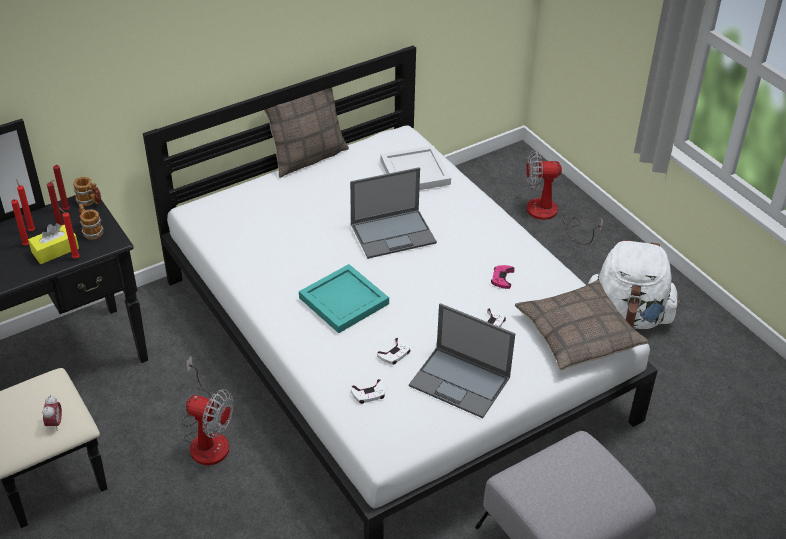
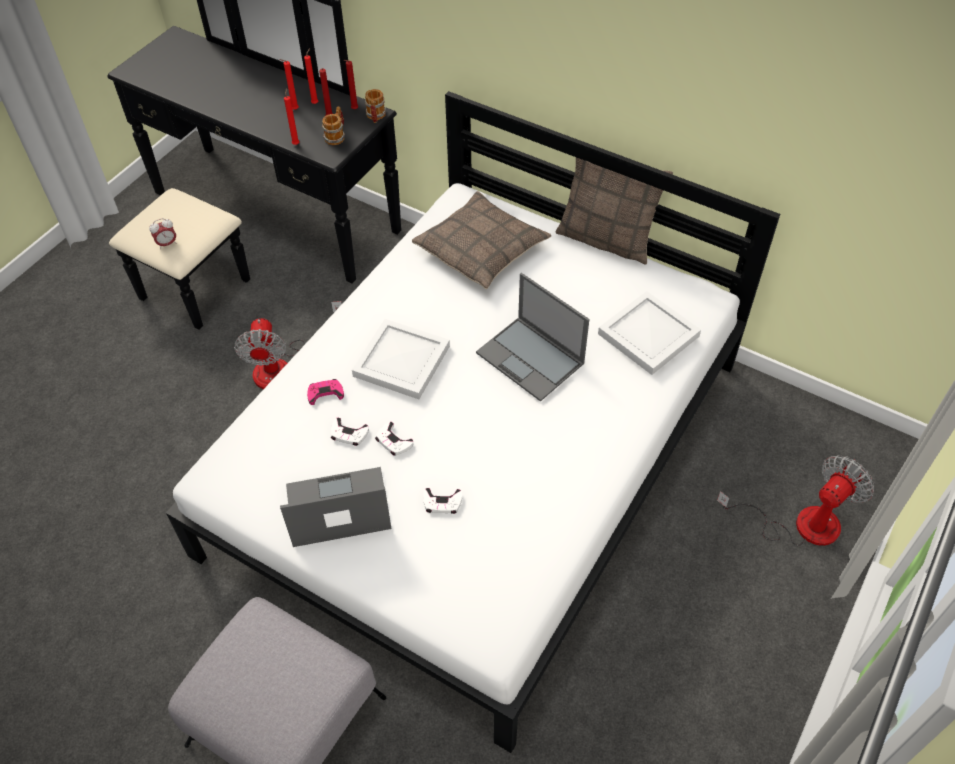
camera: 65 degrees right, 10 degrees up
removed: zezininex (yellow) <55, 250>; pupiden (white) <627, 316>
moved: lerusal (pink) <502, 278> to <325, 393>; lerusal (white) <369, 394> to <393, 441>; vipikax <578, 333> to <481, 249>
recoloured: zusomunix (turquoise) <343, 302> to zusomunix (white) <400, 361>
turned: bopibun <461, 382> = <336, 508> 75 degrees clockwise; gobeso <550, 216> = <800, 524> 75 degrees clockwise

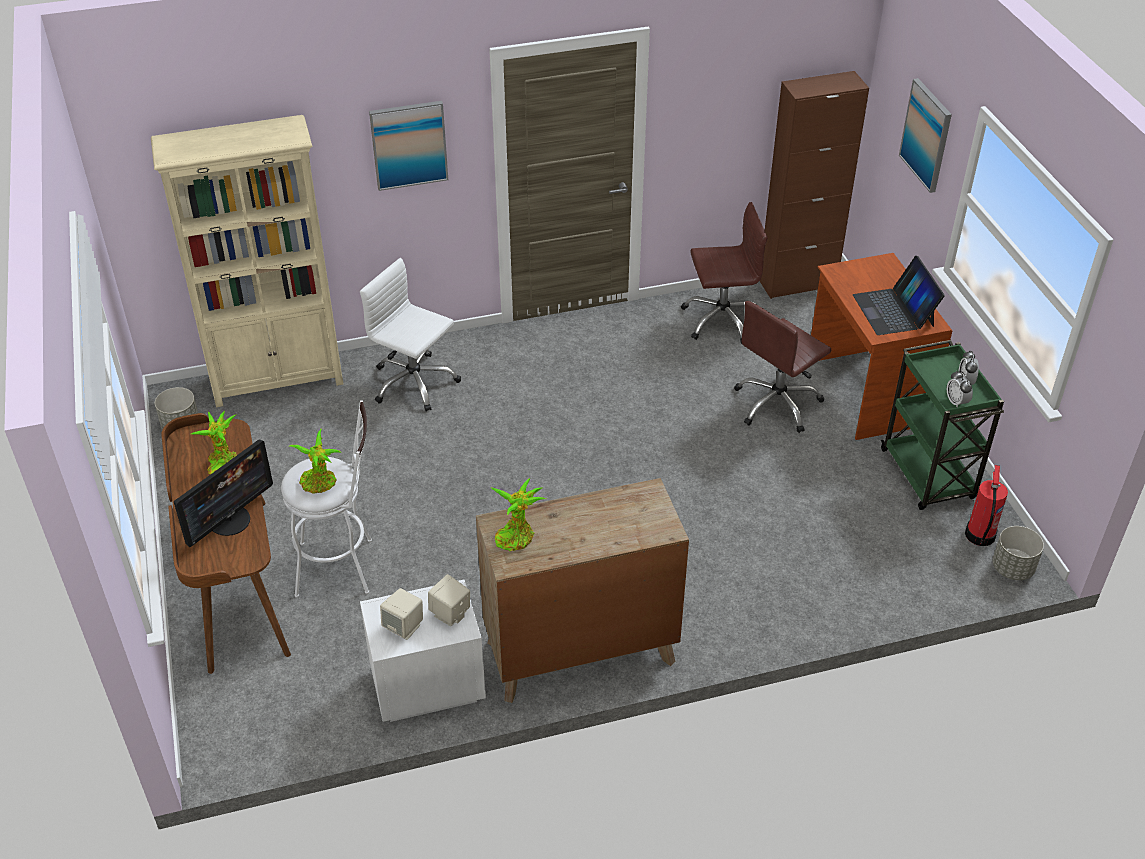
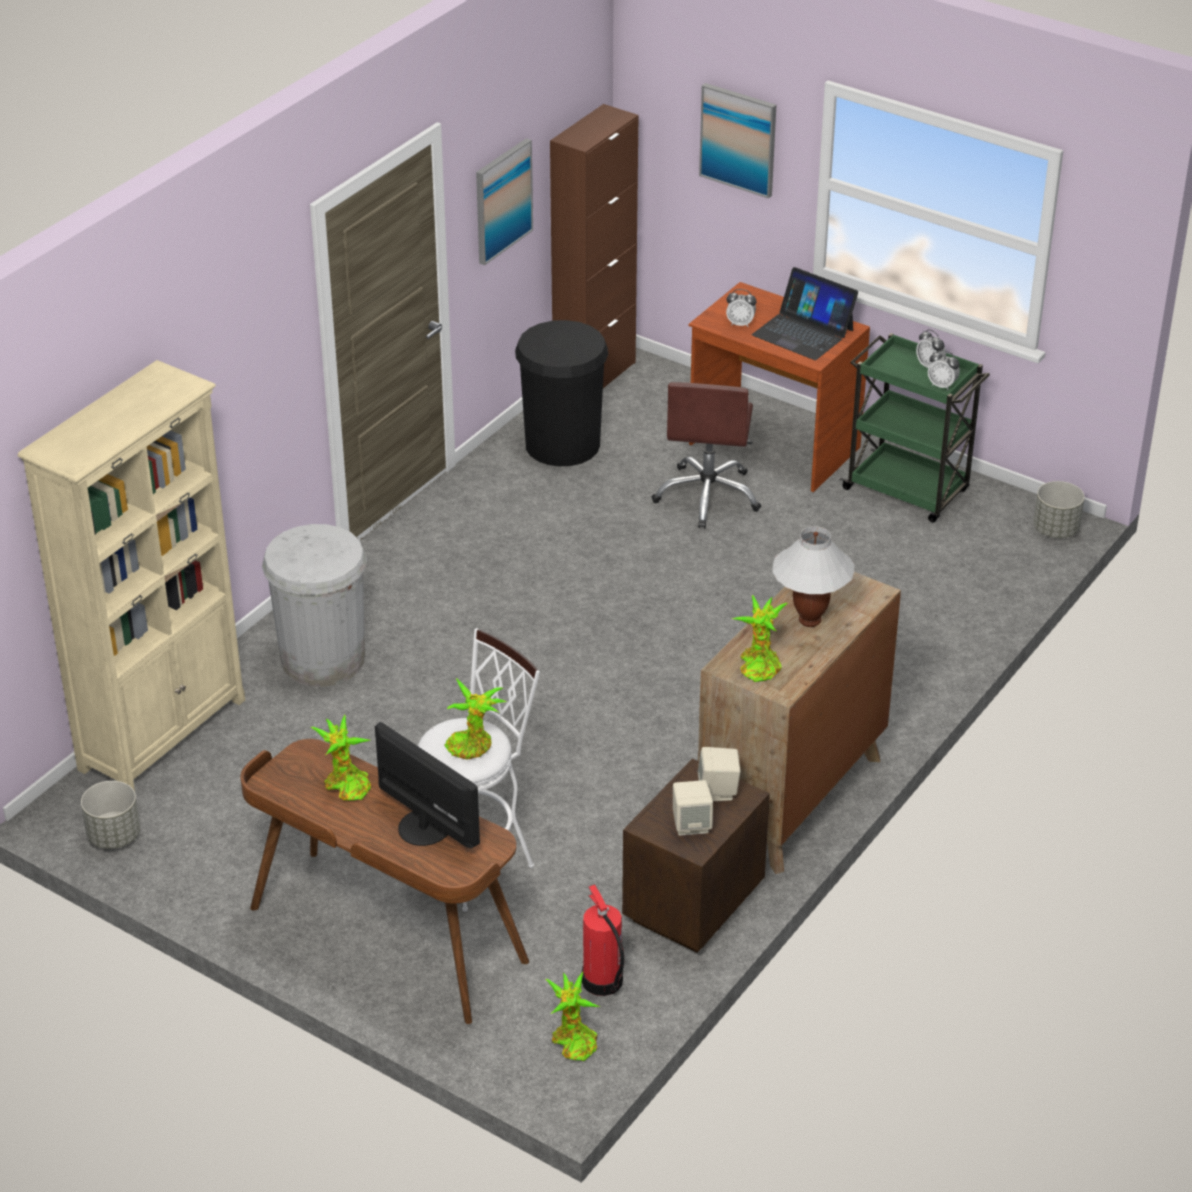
camera: 40 degrees left, 5 degrees down
added: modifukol <572, 1042>; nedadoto <740, 323>; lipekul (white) <810, 620>
moved: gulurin <409, 144> to <502, 200>; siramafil <979, 535> to <602, 982>
replaced: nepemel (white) <414, 383> to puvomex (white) <323, 659>; nepemel (brown) <722, 319> to puvomex (black) <562, 444>
recoloured: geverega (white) <425, 686> to geverega (brown) <690, 905>
turned: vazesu <230, 520> = <425, 826> 45 degrees counterclockwise

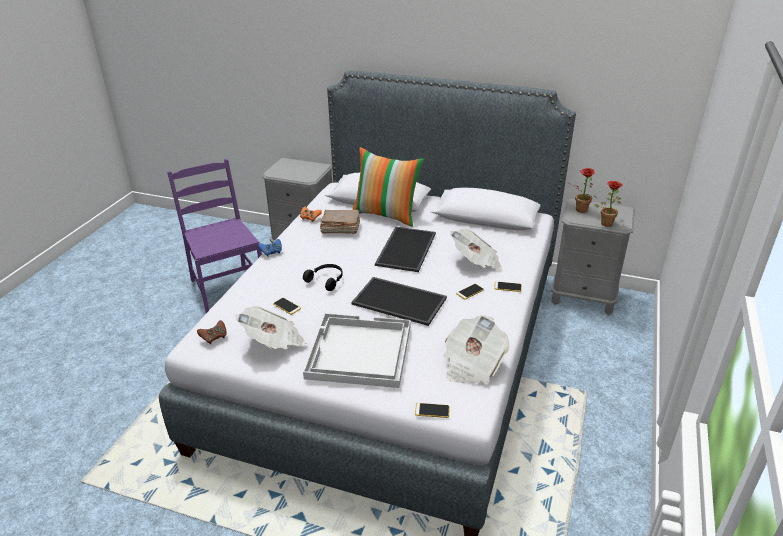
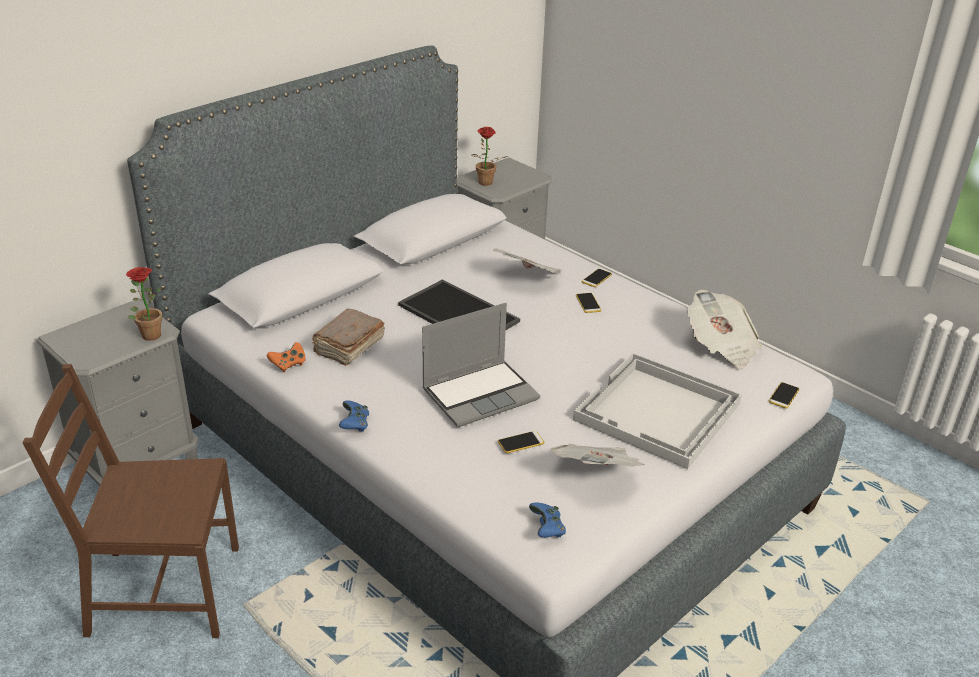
camera: 65 degrees left, 0 degrees up
removed: vipikax <386, 215>; zusomunix <400, 300>
moved: modifukol <606, 222> to <148, 334>
replaced: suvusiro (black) <326, 280> to bopibun <481, 393>
recoloured: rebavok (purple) <227, 288> to rebavok (brown) <162, 592>; lerusal (brown) <214, 337> to lerusal (blue) <547, 529>

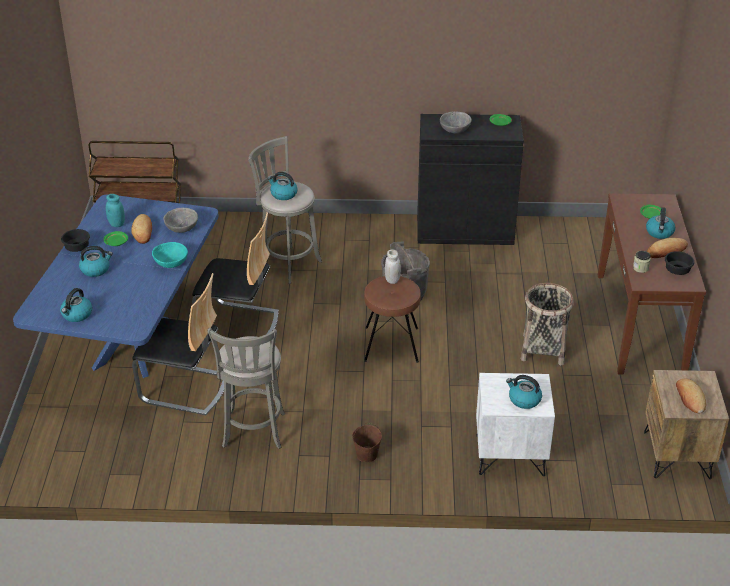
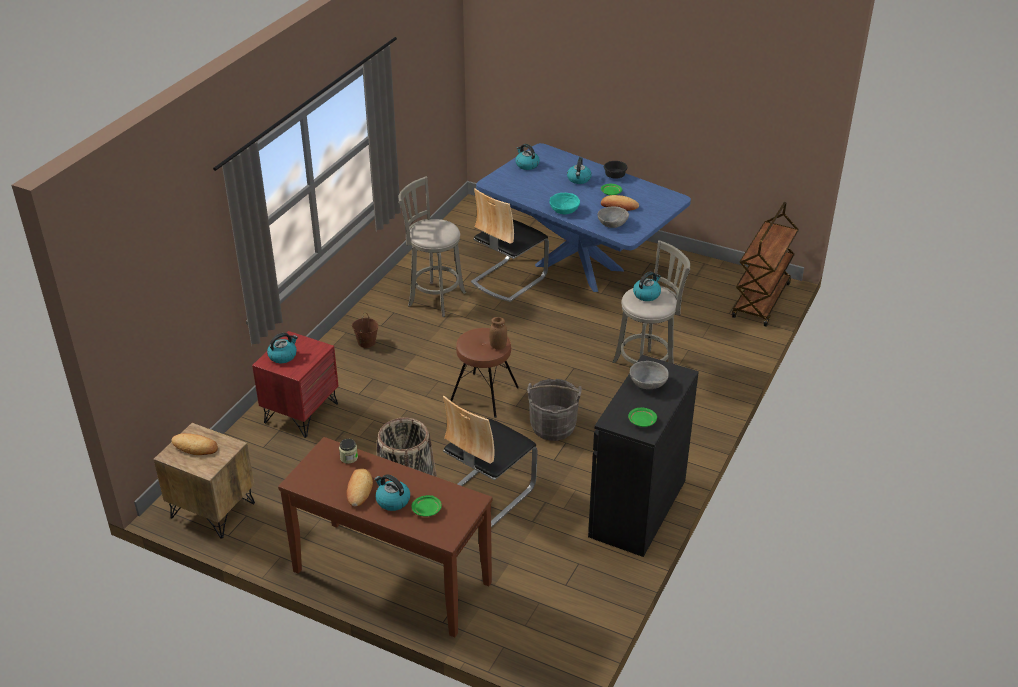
camera: 115 degrees right, 0 degrees up
removed: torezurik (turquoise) <117, 224>; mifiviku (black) <678, 271>
moved: rebavok <238, 324> to <487, 493>
recoloured: geverega (white) <510, 456> to geverega (red) <301, 413>; torezurik (white) <392, 280> to torezurik (brown) <498, 346>

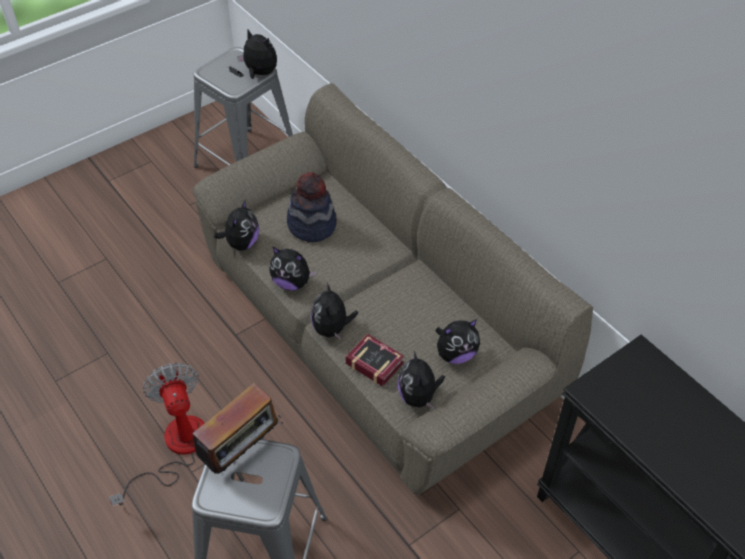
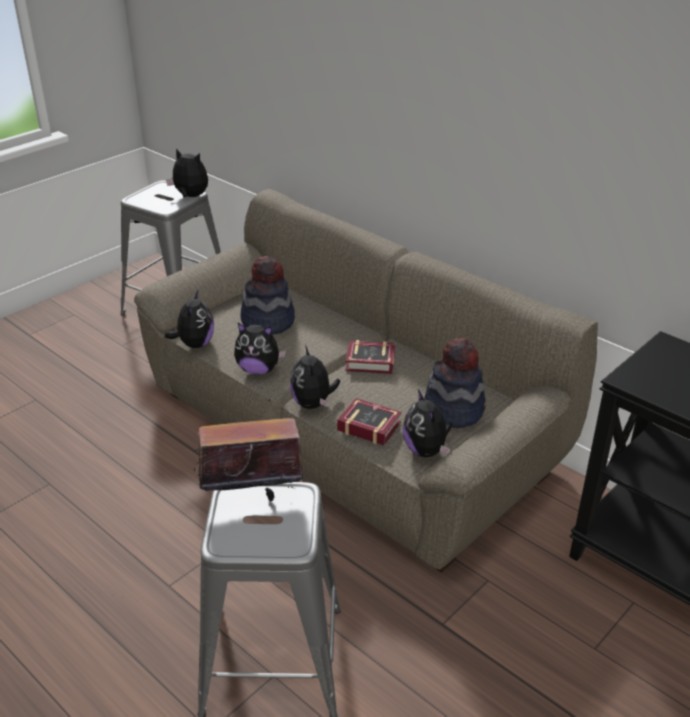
camera: 10 degrees left, 15 degrees down
removed: gobeso <175, 448>
added: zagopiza <372, 363>
replaced: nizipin <455, 354> to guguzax <454, 409>
turned: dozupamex <242, 451> = <251, 495> 135 degrees counterclockwise

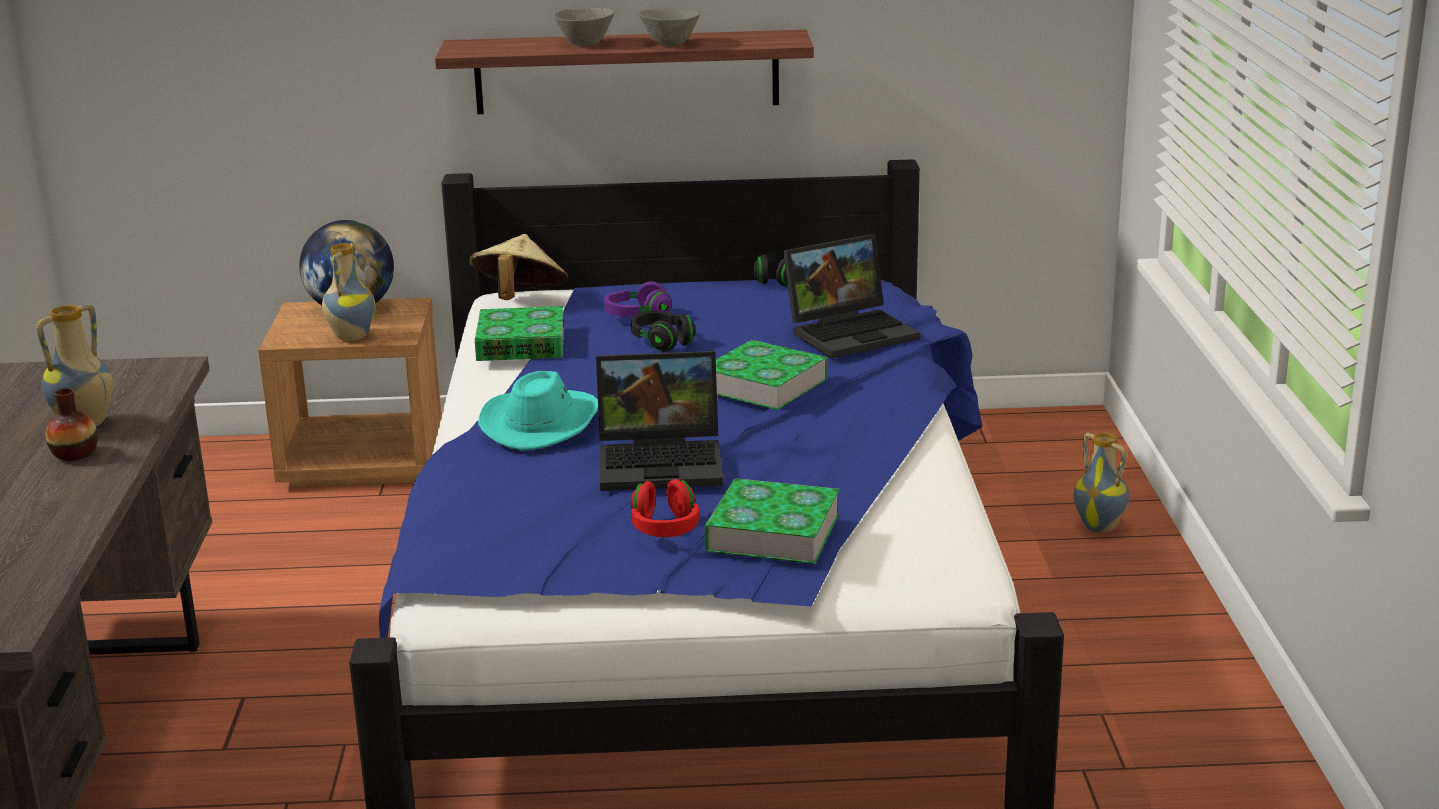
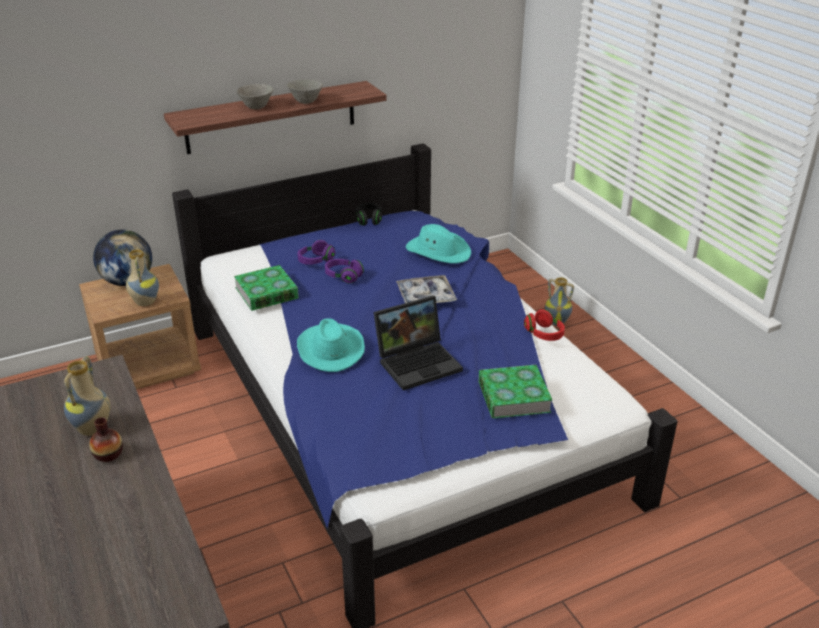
camera: 25 degrees left, 10 degrees up
removed: guguzax (beige) <519, 300>
moved: suvusiro (red) <665, 528> to <544, 334>
replaced: zagopiza <764, 384> to zusomunix <425, 296>; bopibun <852, 332> to guguzax (turquoise) <438, 251>
recoloured: suvusiro (black) <662, 342> to suvusiro (purple) <343, 276>

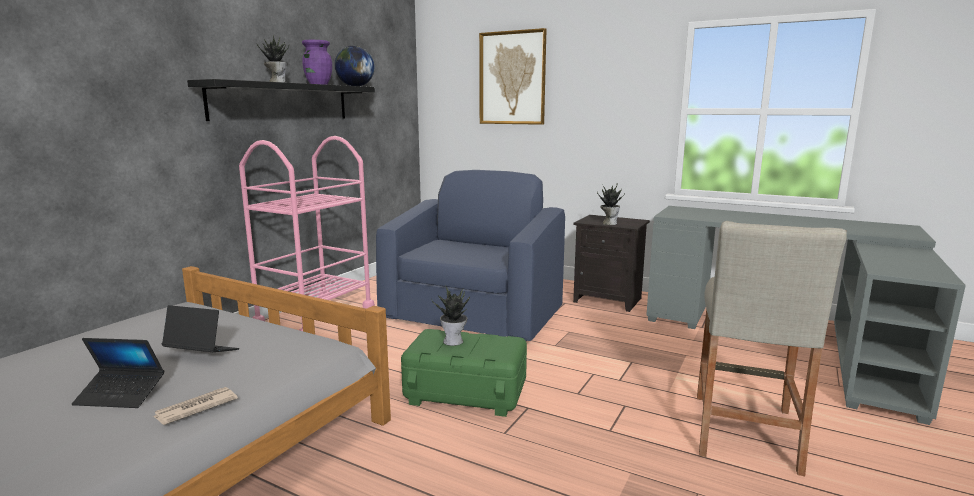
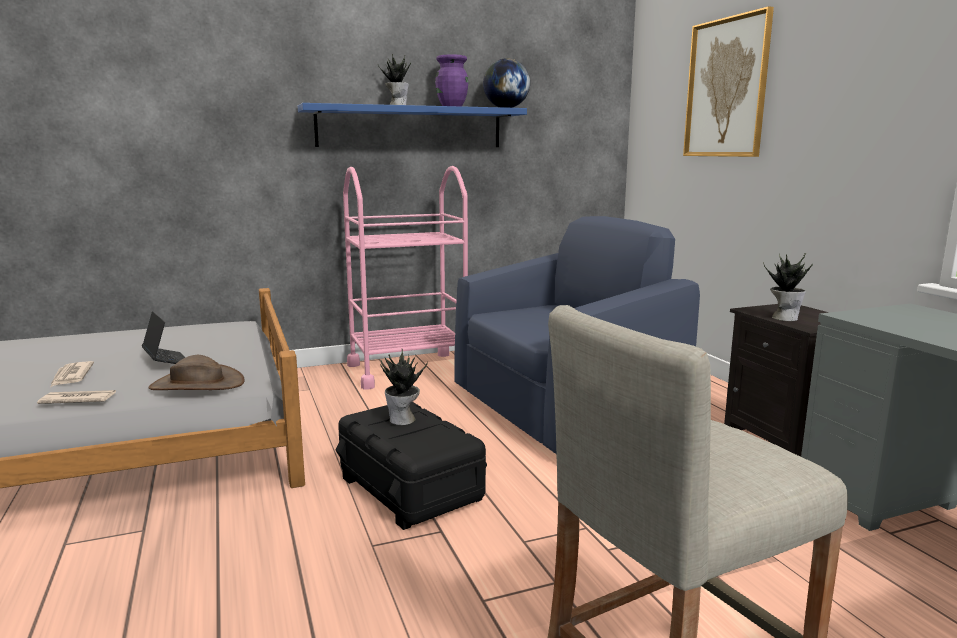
camera: 40 degrees right, 0 degrees up
added: guguzax (brown) <197, 385>
replaced: bopibun <121, 395> to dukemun <71, 376>
recoloured: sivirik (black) <282, 102> to sivirik (blue) <410, 127>; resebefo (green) <466, 392> to resebefo (black) <411, 488>

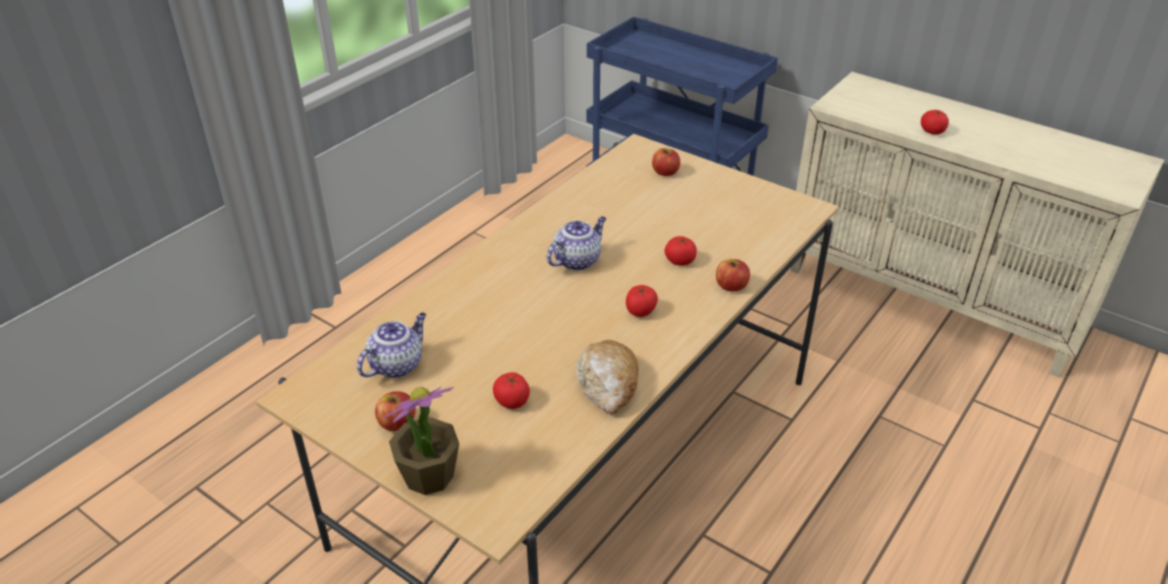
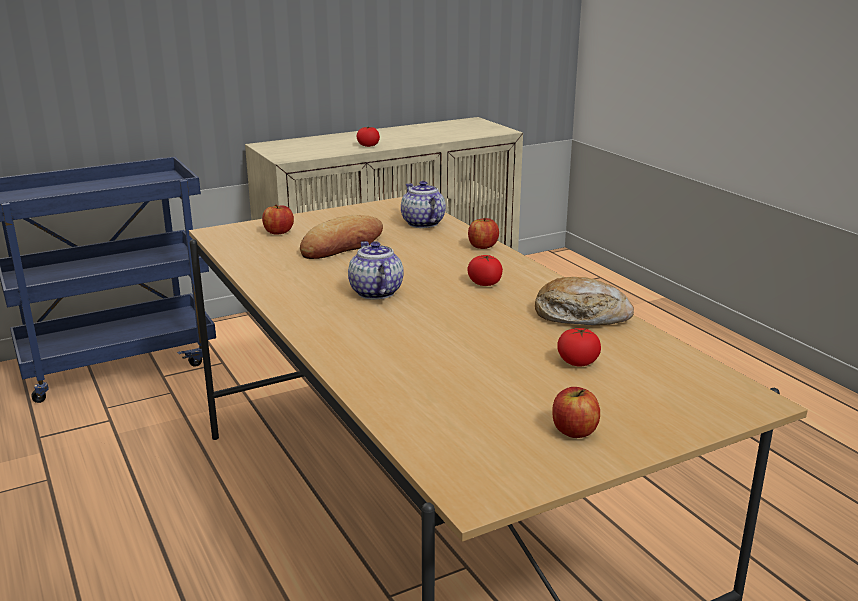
camera: 65 degrees left, 15 degrees down
removed: modifukol <428, 476>; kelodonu <680, 261>
added: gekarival <342, 245>
moved: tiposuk <397, 364> to <422, 223>

